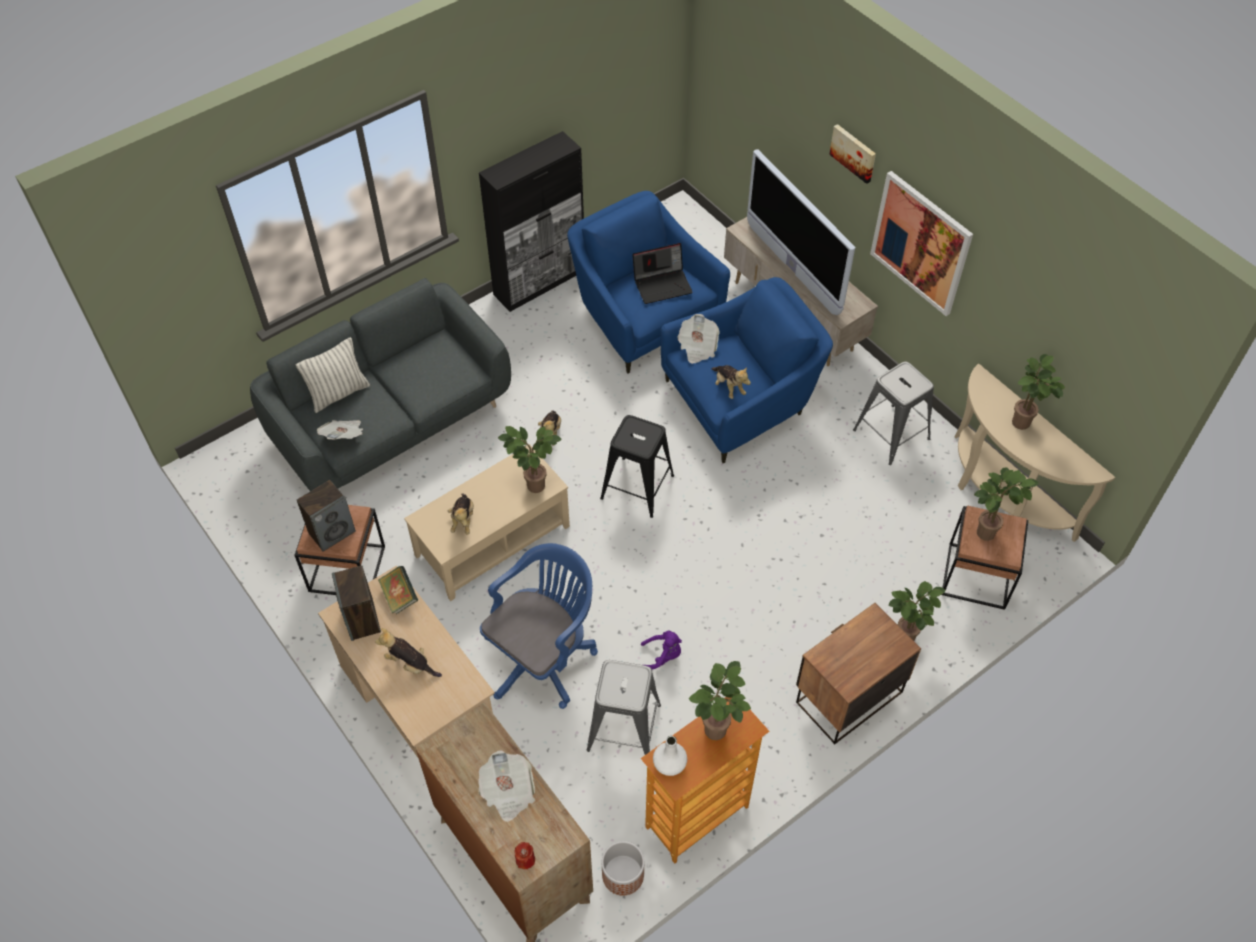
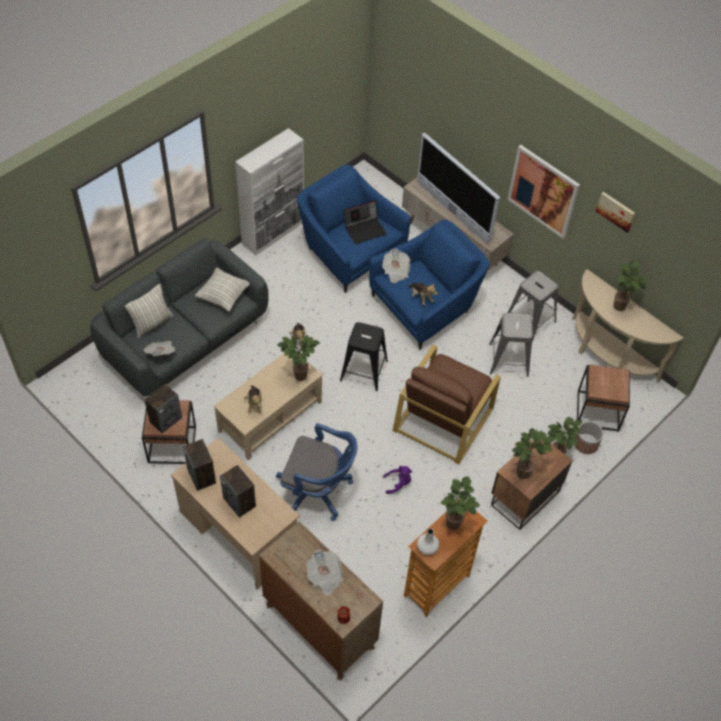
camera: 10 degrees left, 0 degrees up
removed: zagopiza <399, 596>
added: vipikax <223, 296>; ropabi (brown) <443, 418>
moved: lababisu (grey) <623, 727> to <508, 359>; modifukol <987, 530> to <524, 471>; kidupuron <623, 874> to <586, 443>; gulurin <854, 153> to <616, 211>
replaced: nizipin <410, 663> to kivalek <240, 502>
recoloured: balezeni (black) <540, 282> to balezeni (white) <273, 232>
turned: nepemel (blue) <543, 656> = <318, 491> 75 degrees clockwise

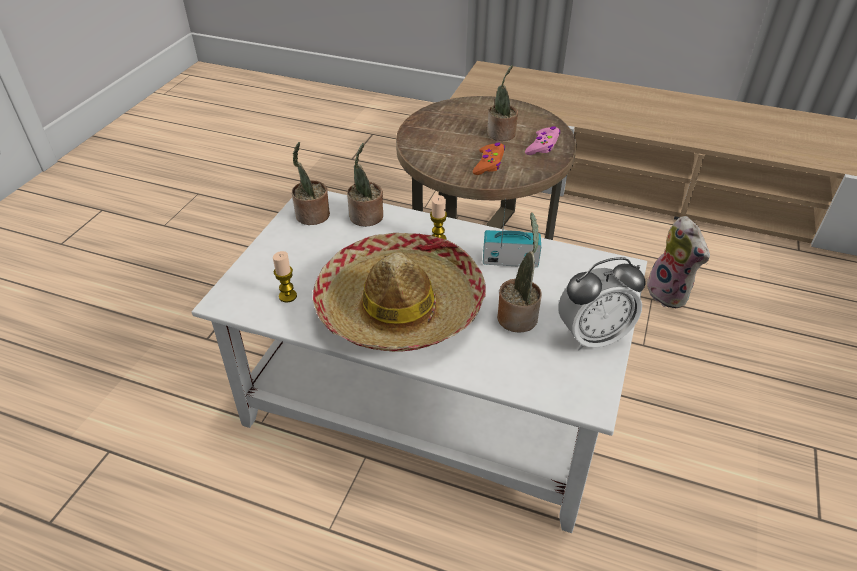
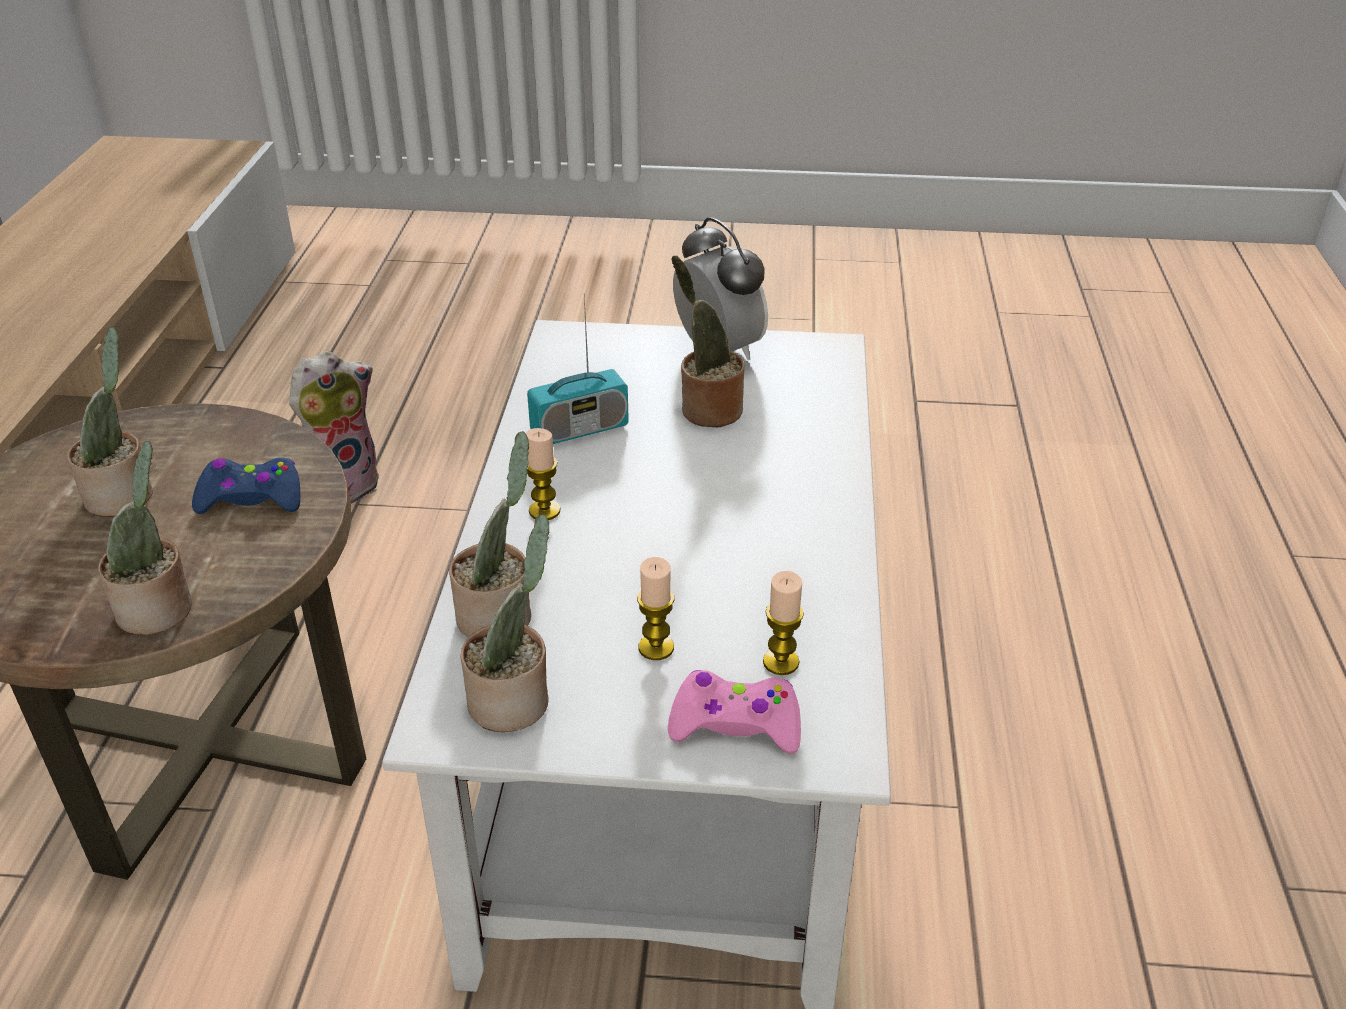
camera: 105 degrees left, 5 degrees down
removed: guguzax <400, 306>
added: modifukol <160, 610>; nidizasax <656, 648>
moved: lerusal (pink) <542, 146> to <735, 724>
recoloured: lerusal (orange) <489, 164> to lerusal (blue) <251, 498>
turned: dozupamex <510, 260> = <579, 429> 105 degrees counterclockwise

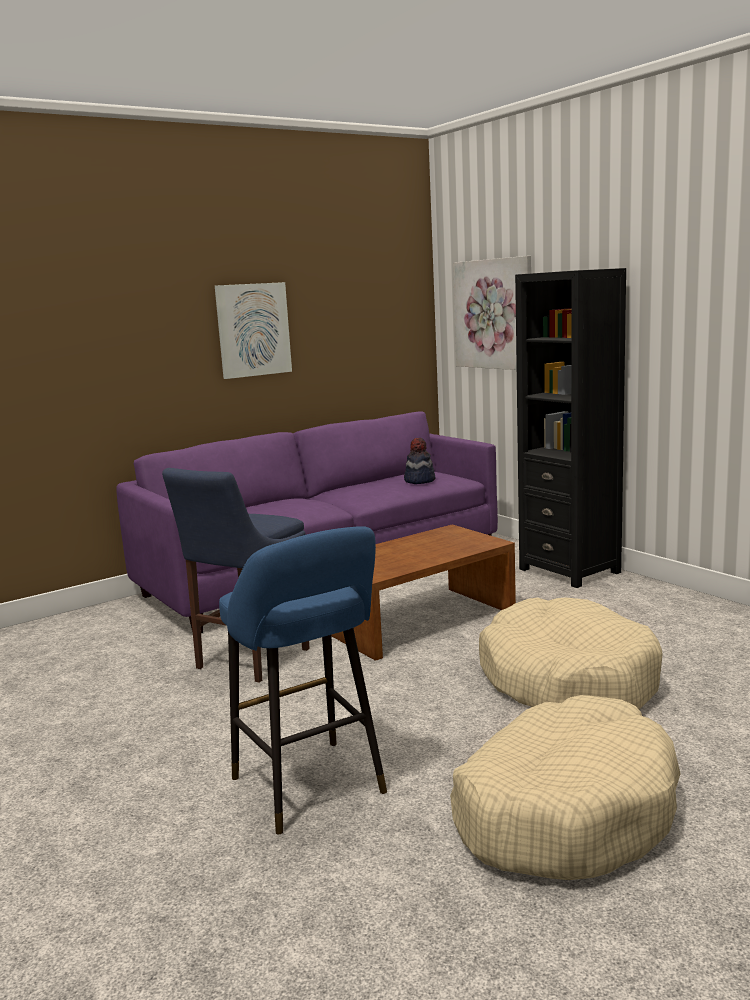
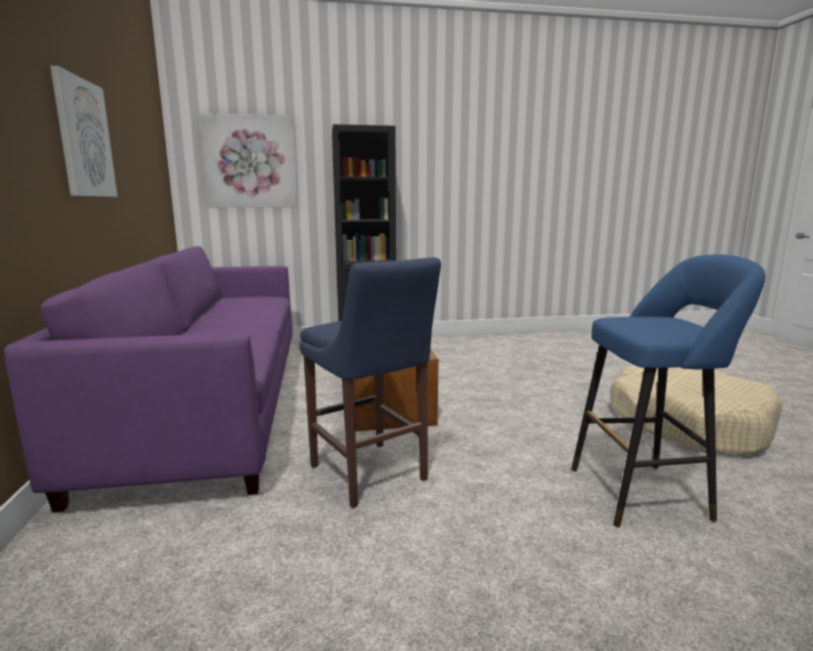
camera: 65 degrees left, 0 degrees up
removed: guguzax <419, 480>; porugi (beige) <567, 681>

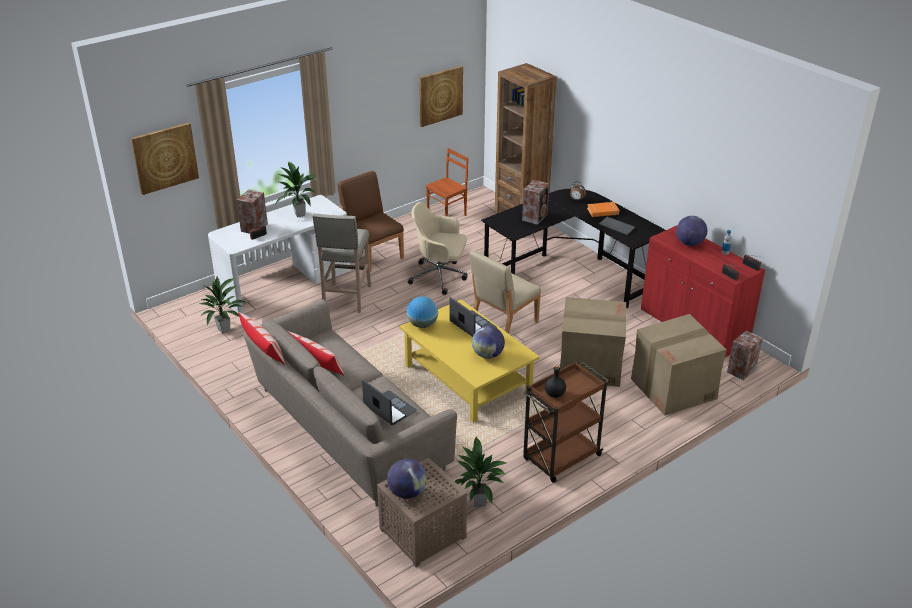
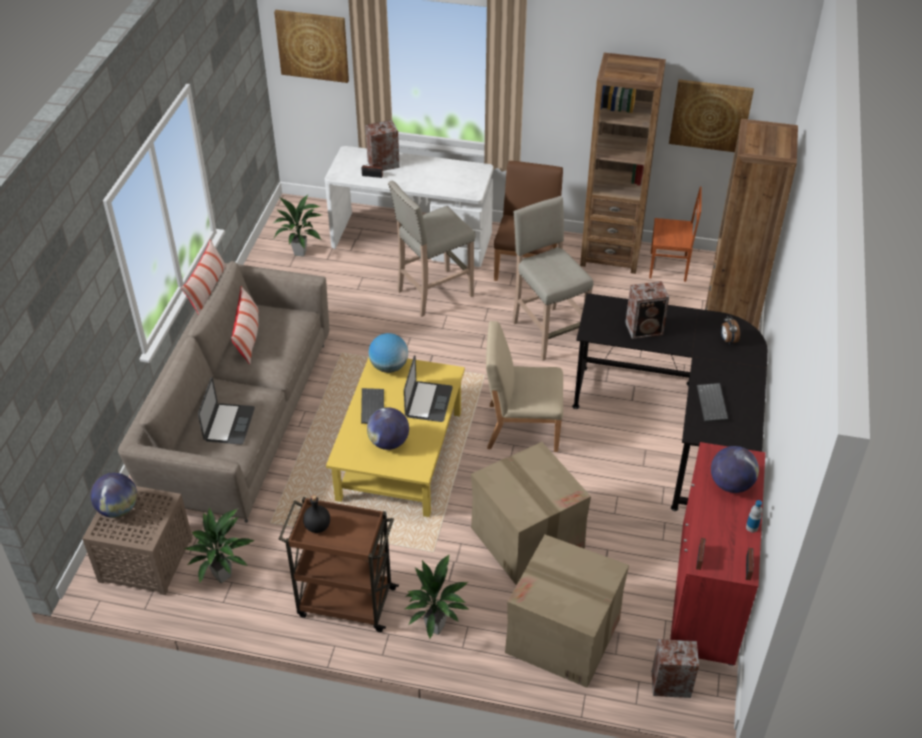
camera: 50 degrees right, 10 degrees up
removed: zagopiza (orange) <603, 212>
added: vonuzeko <371, 406>; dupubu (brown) <610, 255>
moved: modifukol <300, 214> to <436, 626>
replaced: nepemel (beige) <440, 277> to lababisu (beige) <547, 332>

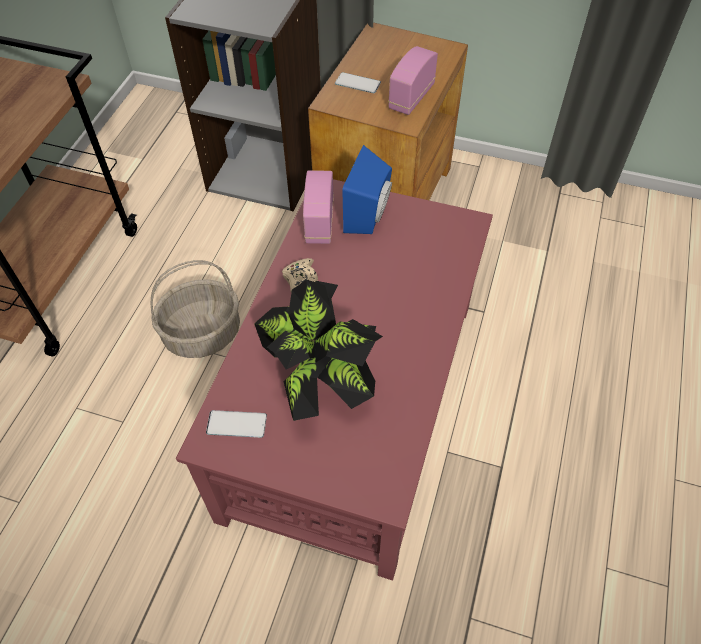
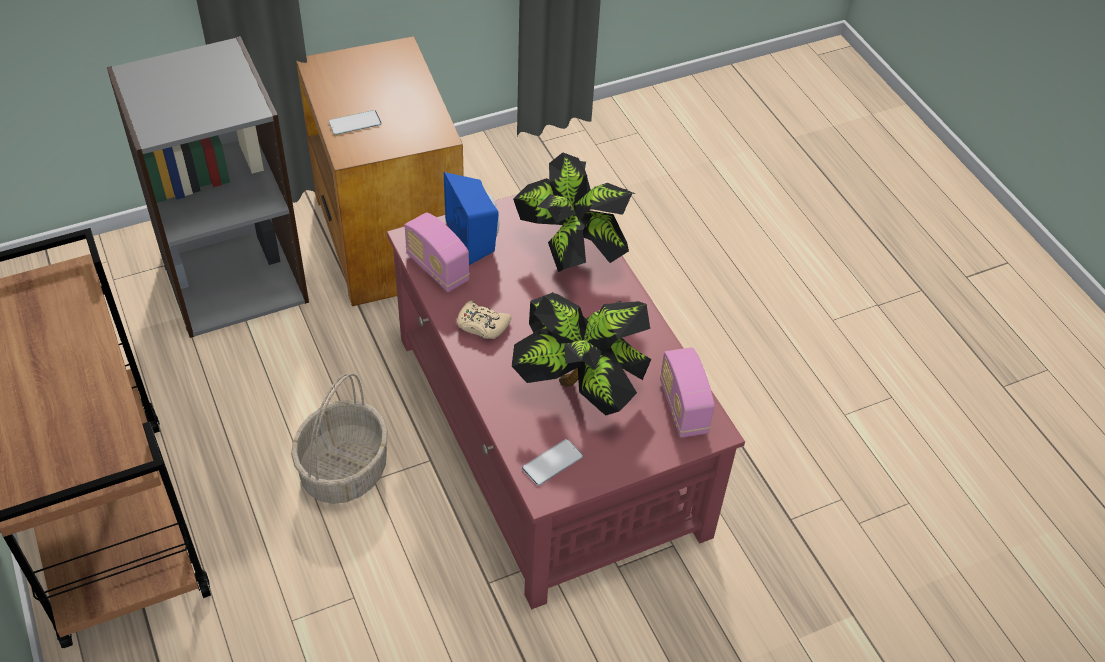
camera: 45 degrees left, 5 degrees down
added: modifukol <572, 255>
moved: dozupamex <411, 97> to <683, 408>

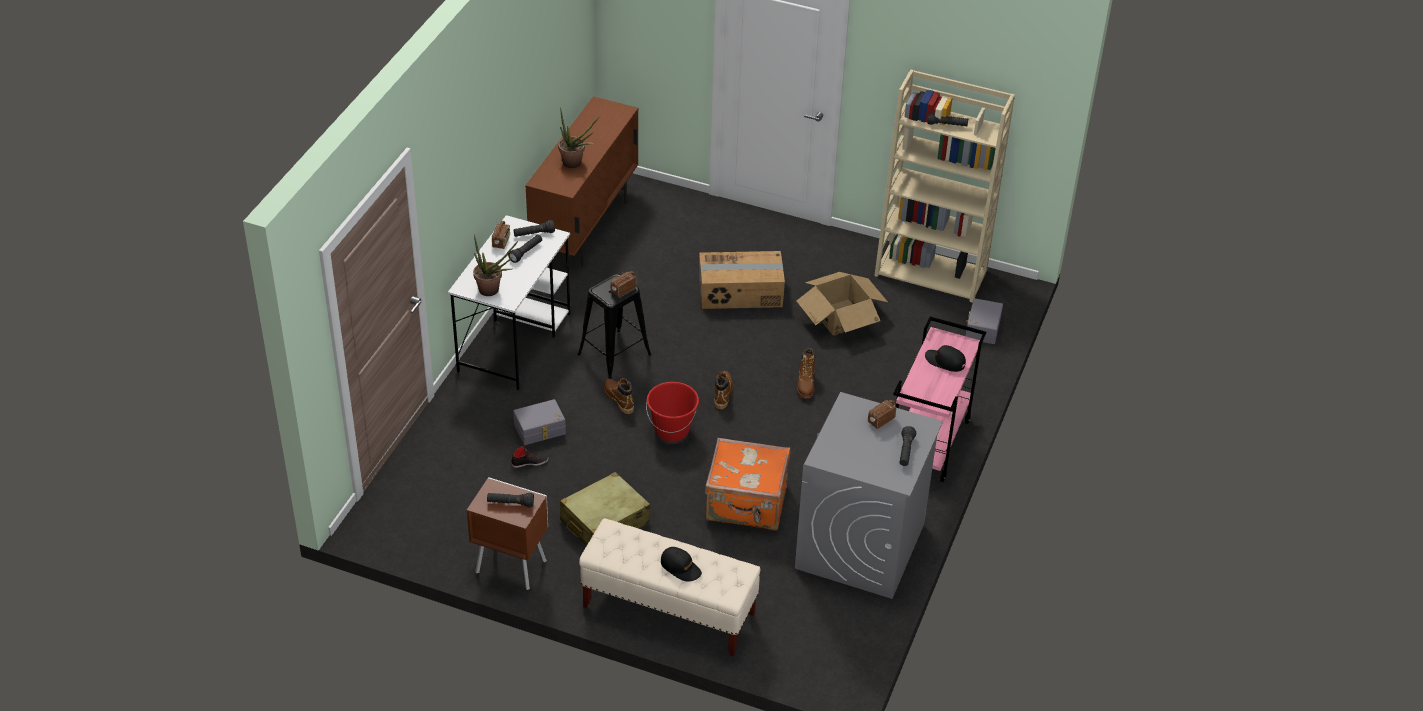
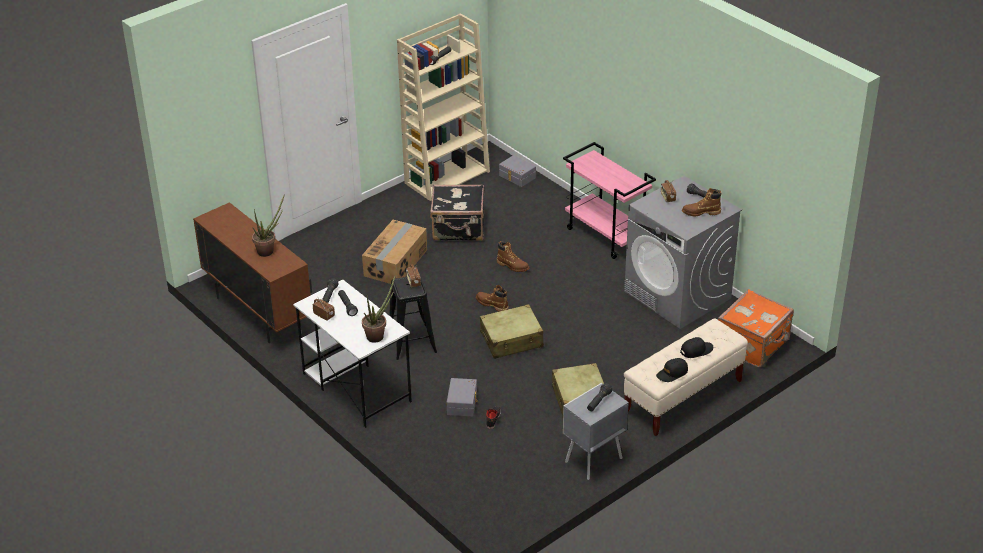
camera: 60 degrees left, 5 degrees down
moved: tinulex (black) <945, 361> to <672, 373>; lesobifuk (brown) <618, 399> to <701, 212>; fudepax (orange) <747, 504> to <754, 345>
replaced: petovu <841, 317> to fudepax (black) <458, 229>; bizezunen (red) <672, 430> to fudepax (beige) <512, 340>
recoloured: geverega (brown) <510, 566> to geverega (grey) <592, 460>

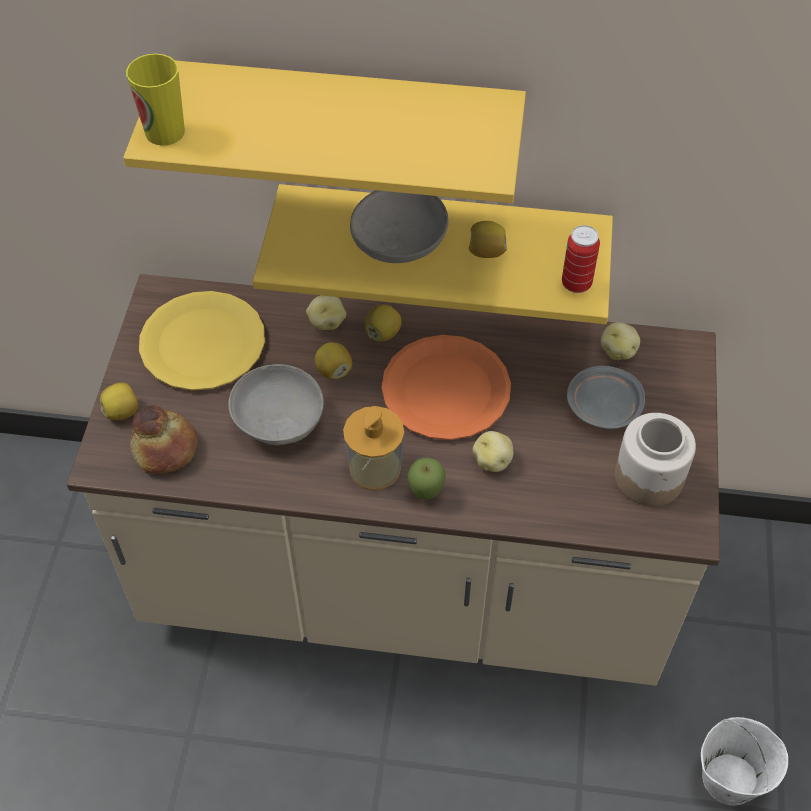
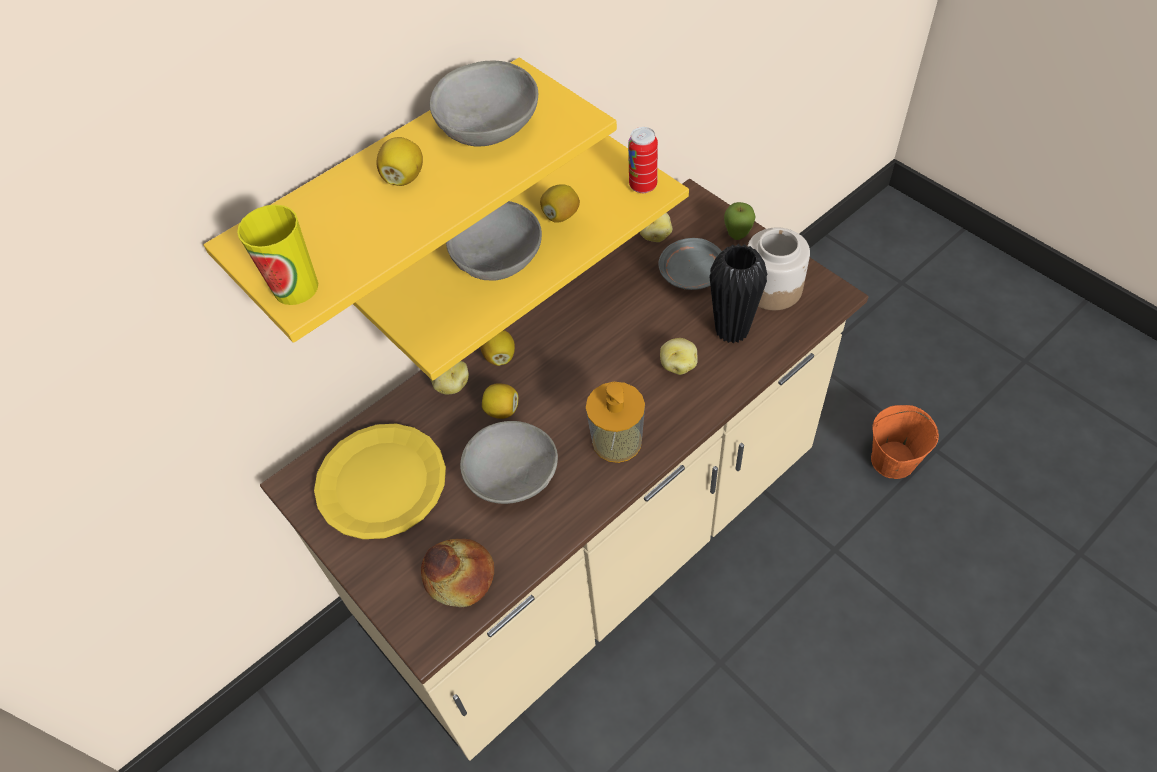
camera: 45 degrees left, 0 degrees up
removed: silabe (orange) <446, 389>
added: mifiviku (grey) <490, 128>; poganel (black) <732, 330>
moved: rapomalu <122, 411> to <404, 177>; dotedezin <425, 494> to <737, 236>
recoloured: bizezunen (white) <728, 779> to bizezunen (orange) <892, 461>

